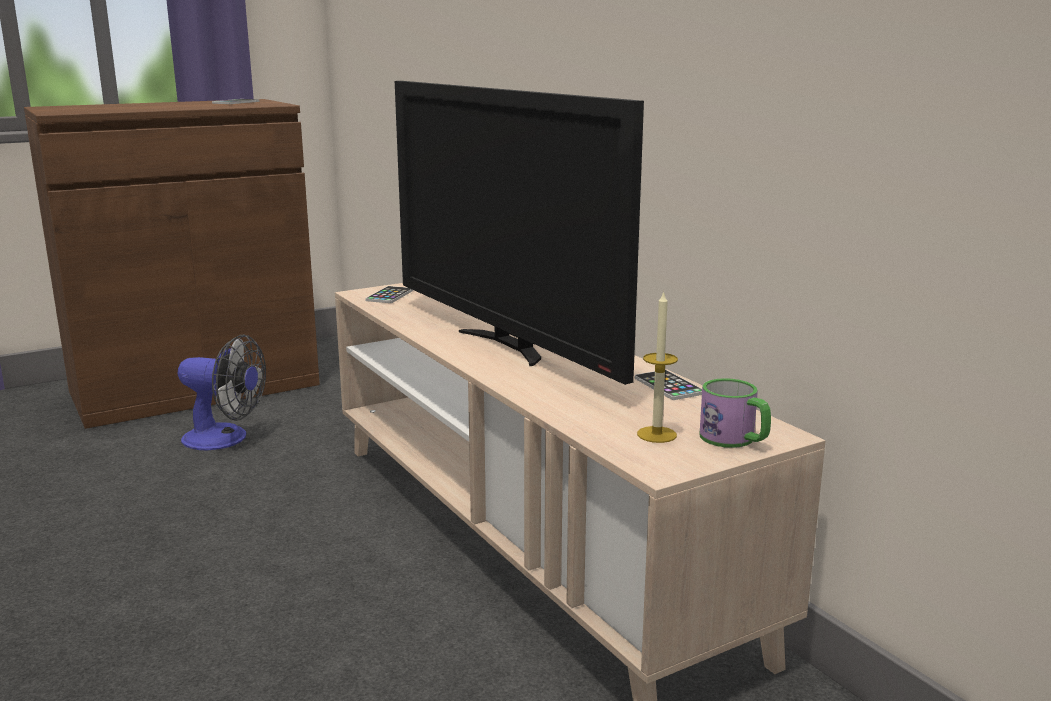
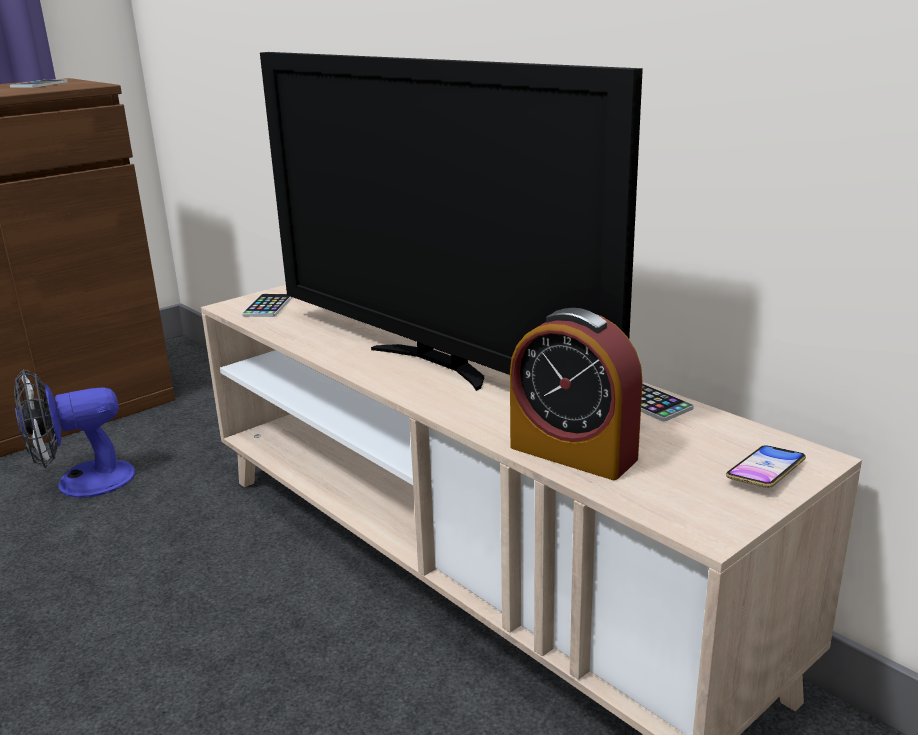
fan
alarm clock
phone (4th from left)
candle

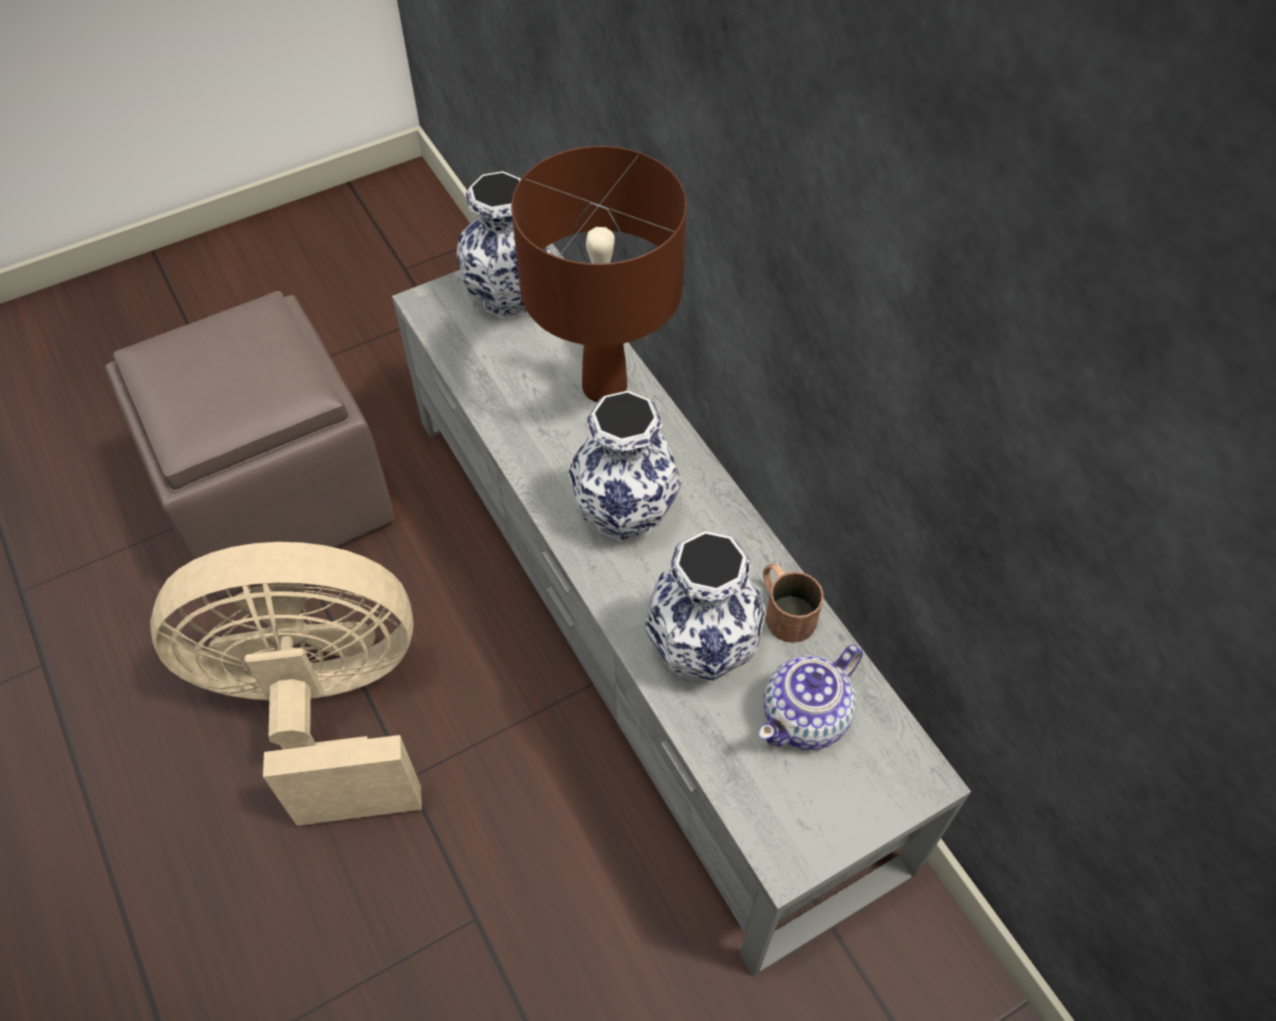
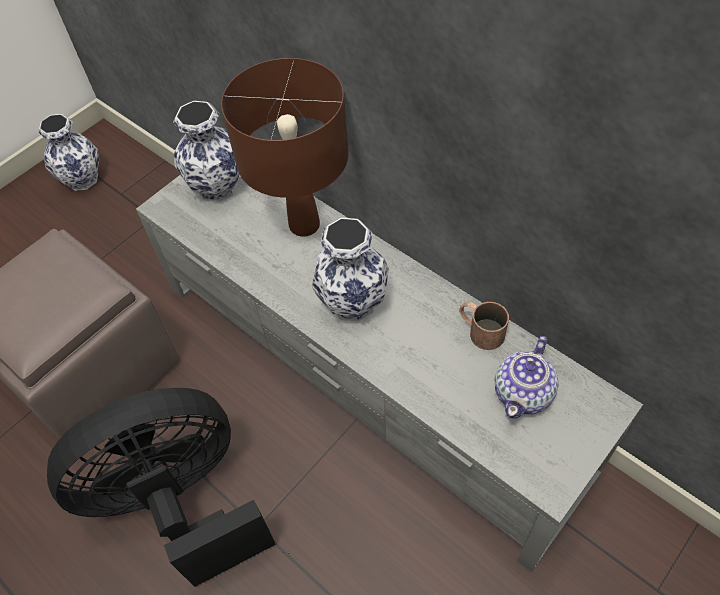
vase (1st from left)
black fan

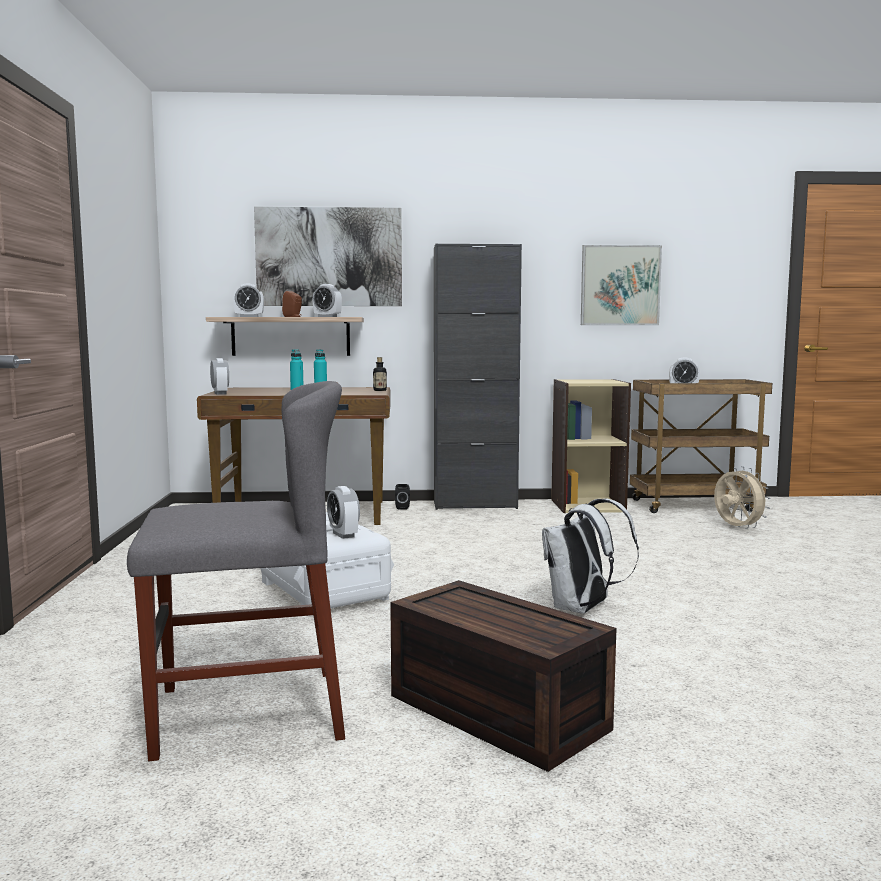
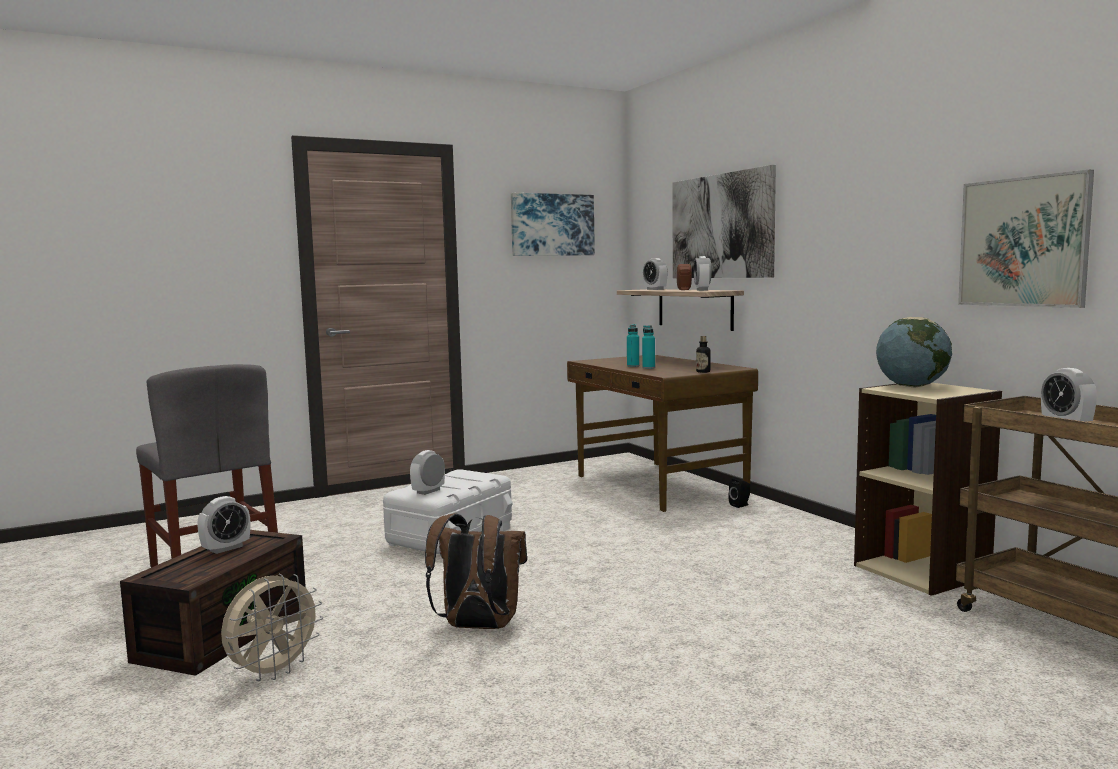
alarm clock (1st from left)
beige fan
brown backpack
picture (1st from left)
globe
black cabinet

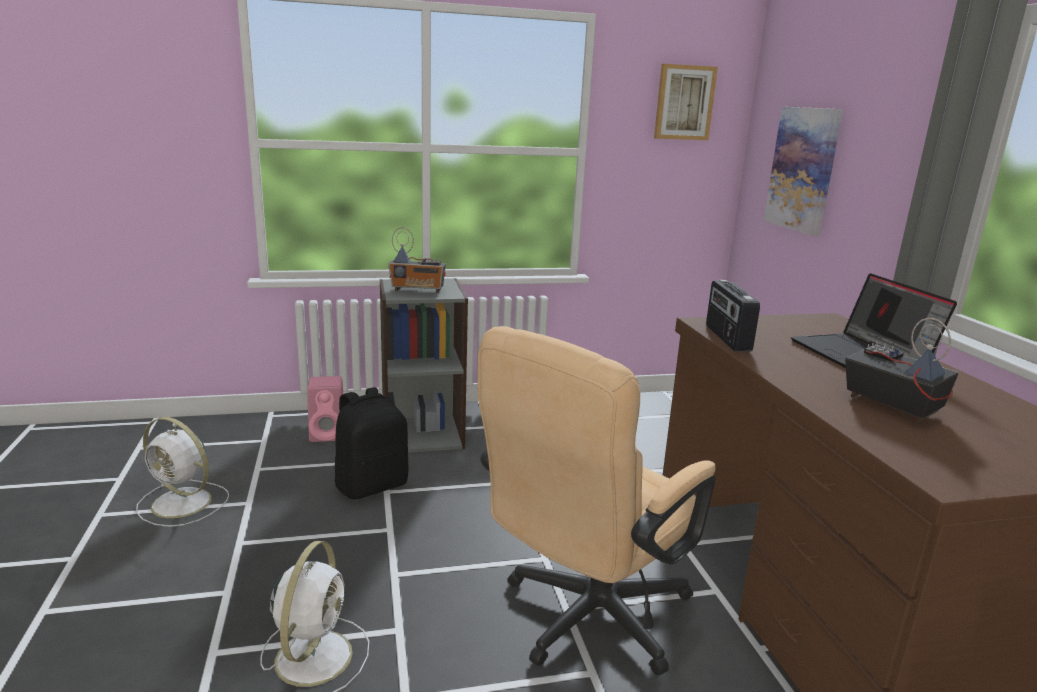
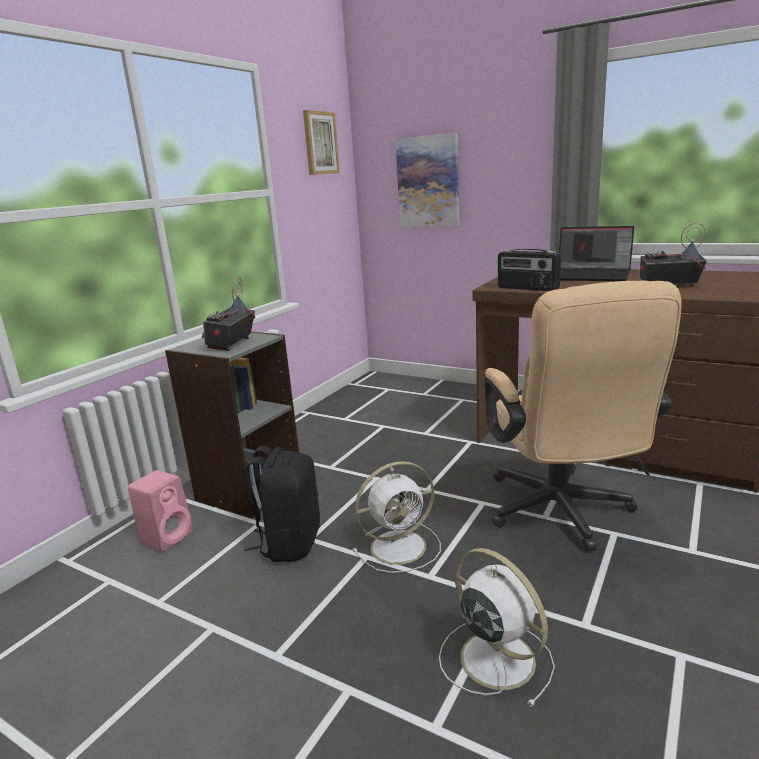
radio (1st from left)
white fan (1st from left)

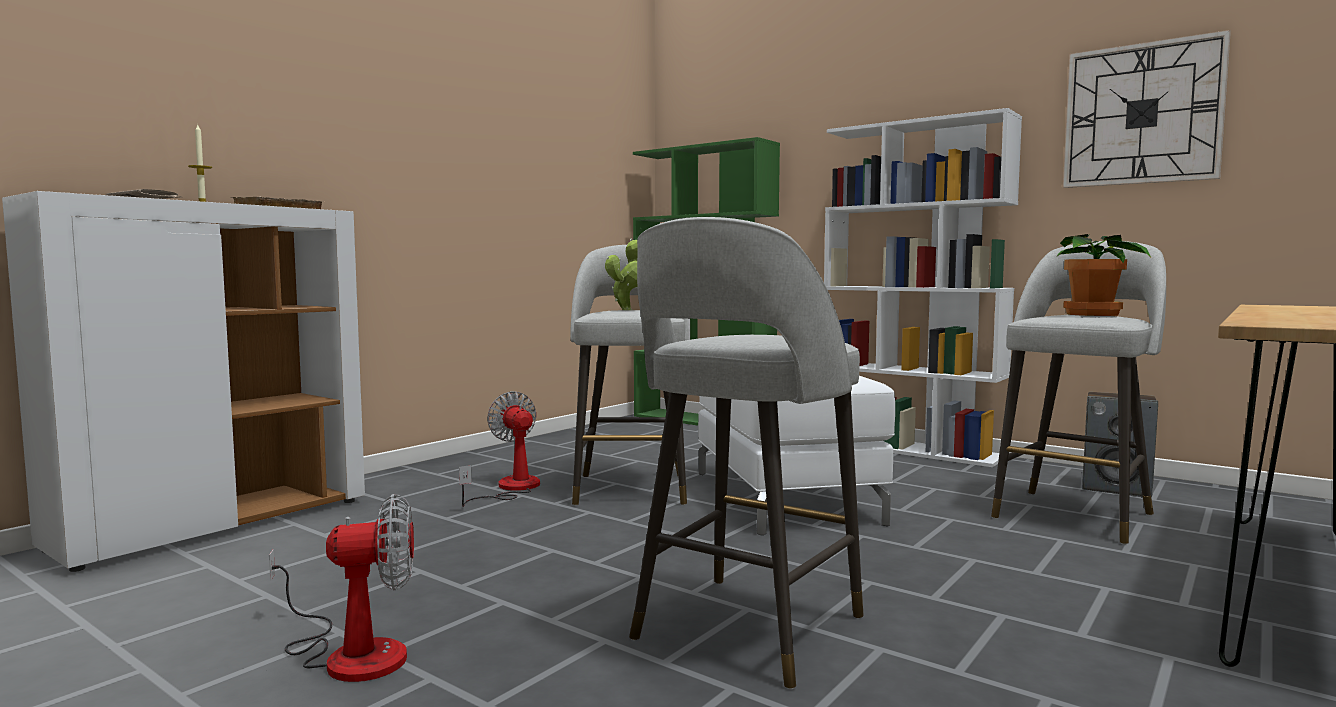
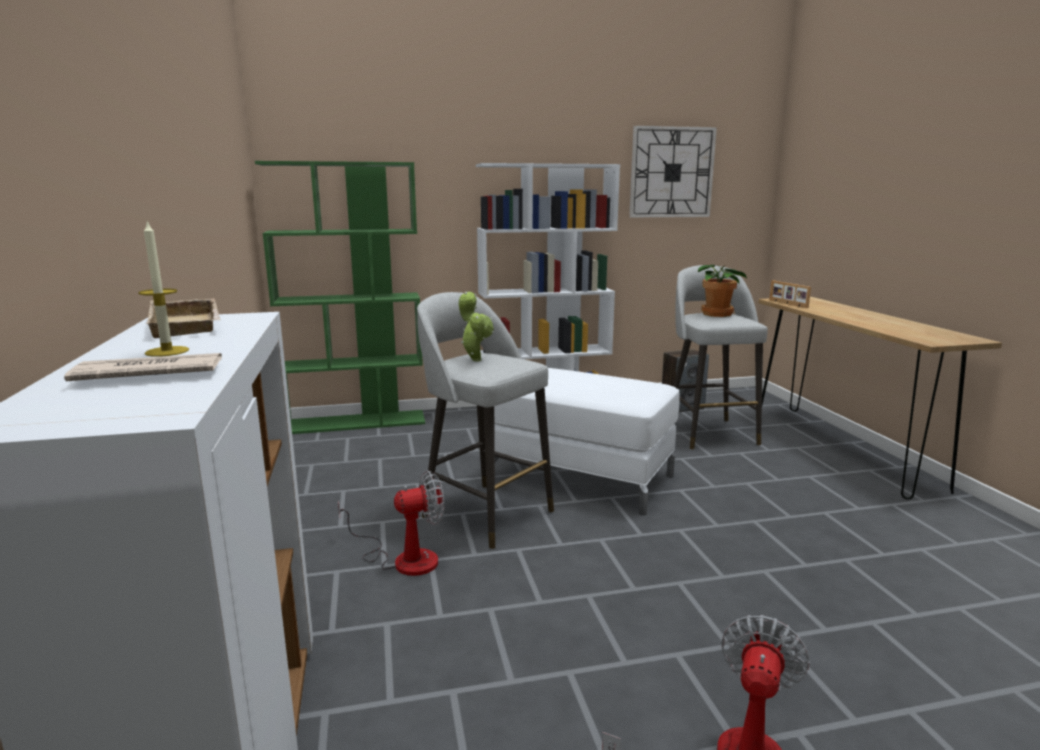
fan (1st from left)
picture frame
grey stool (2nd from left in the first image)

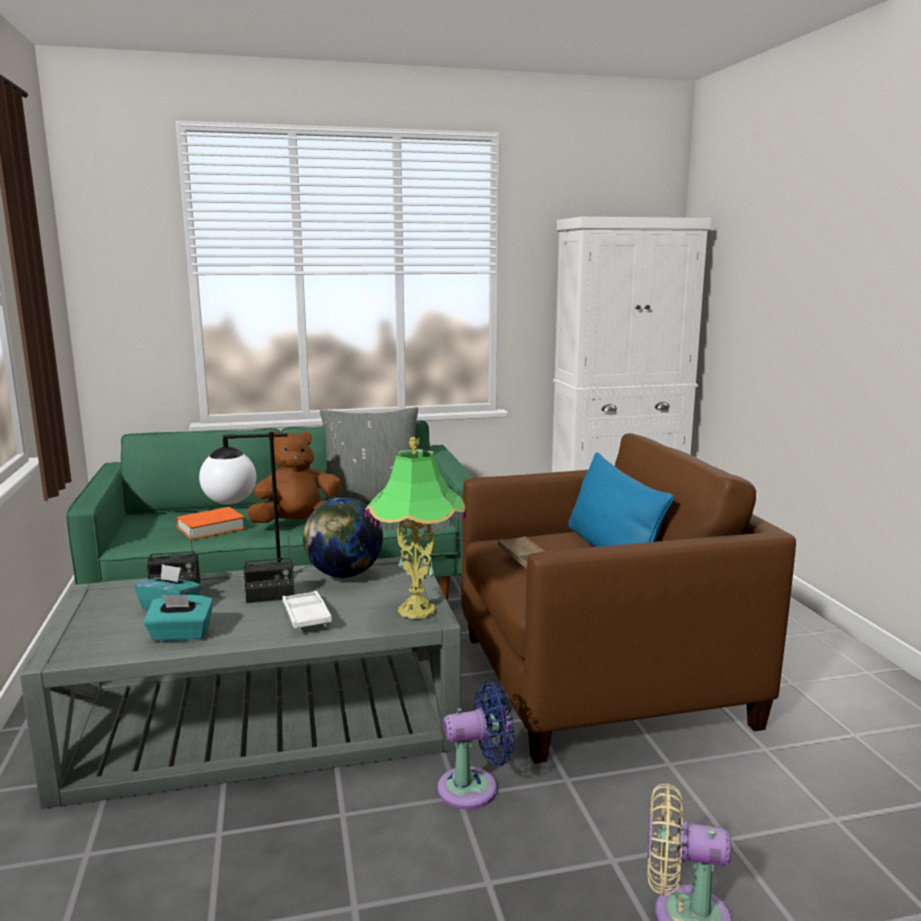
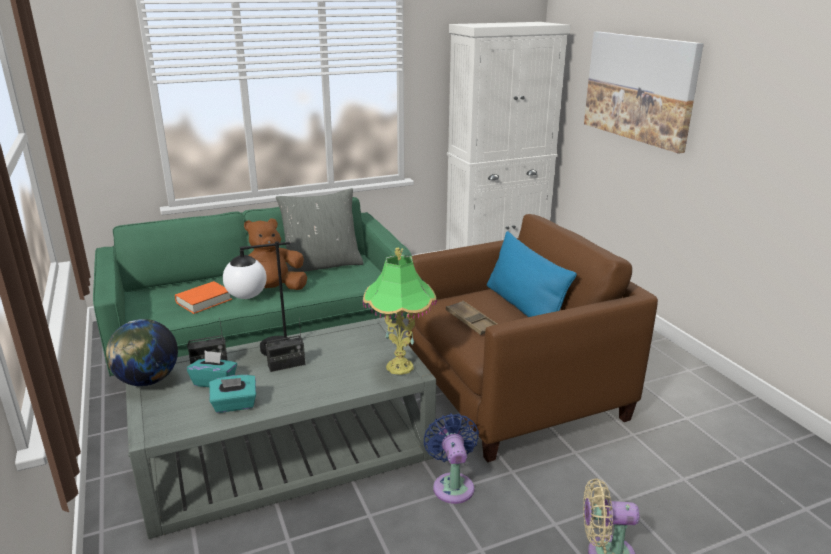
globe
blue fan
picture
white tray

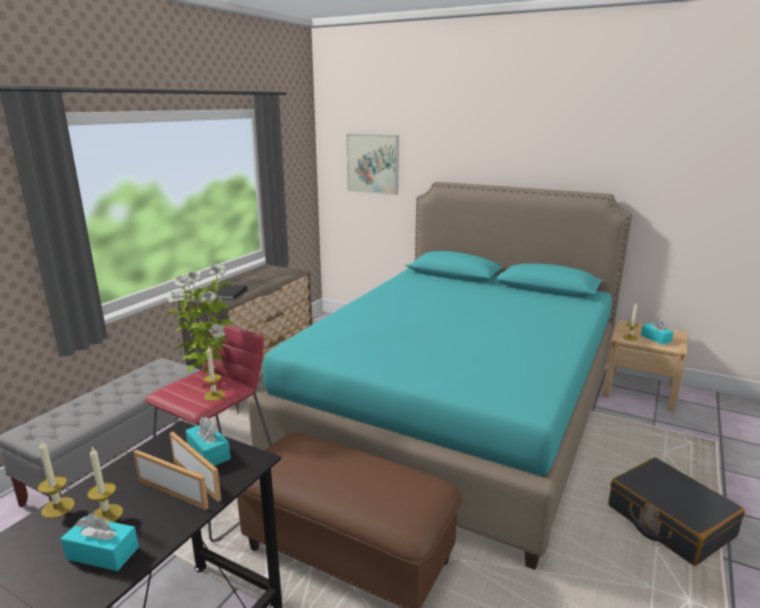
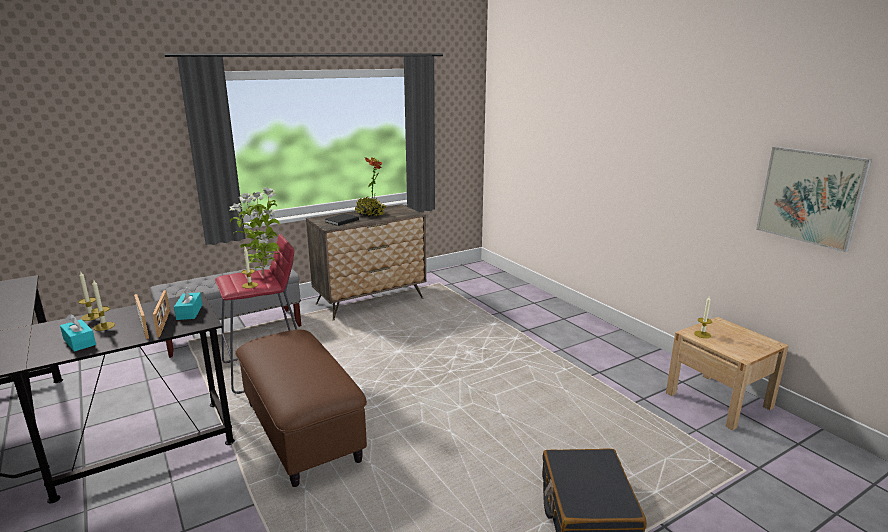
potted plant (2nd from left)
picture
turquoise bed
turquoise tissue box (3rd from left in the first image)

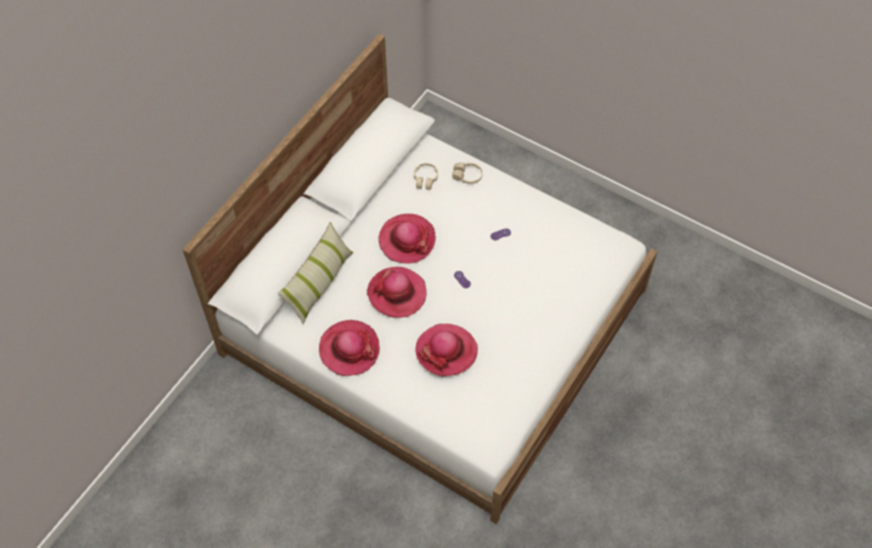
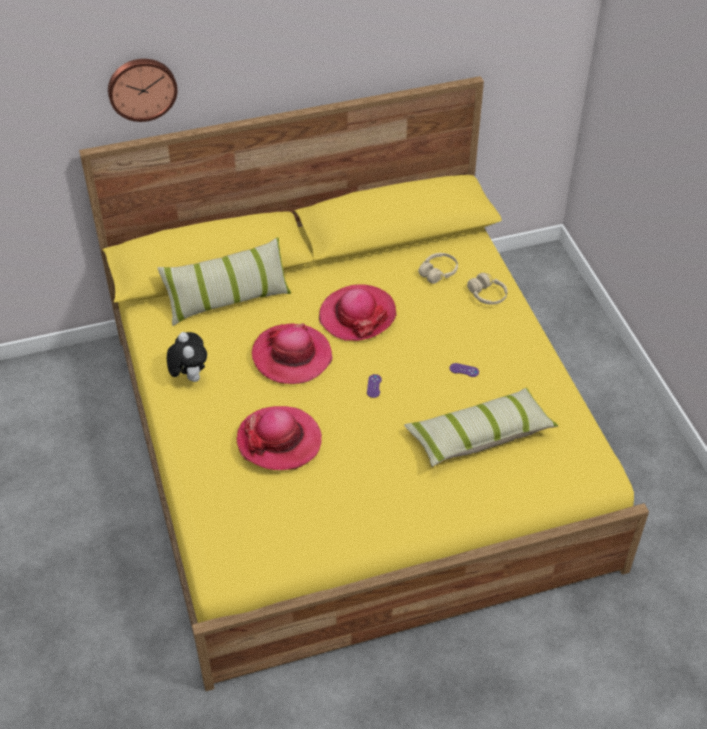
yellow bed
wall clock
plush toy
pillow (2nd from left)

